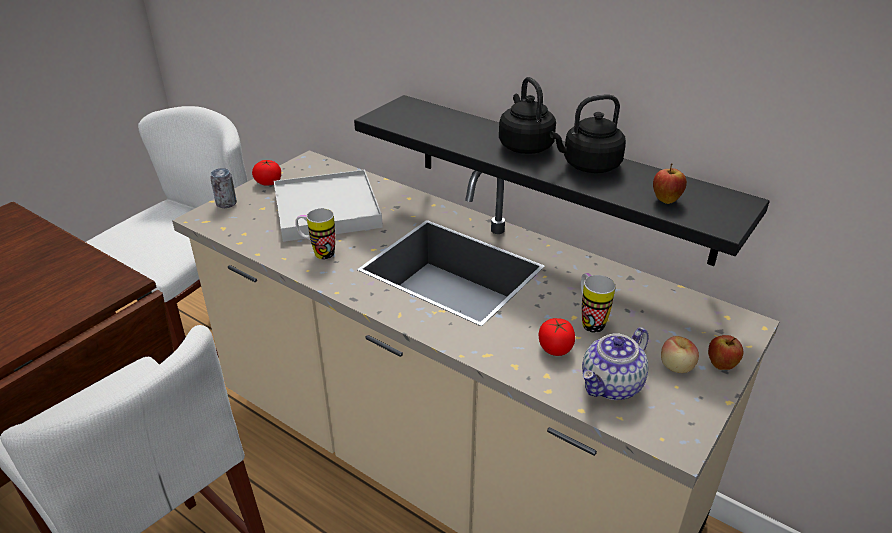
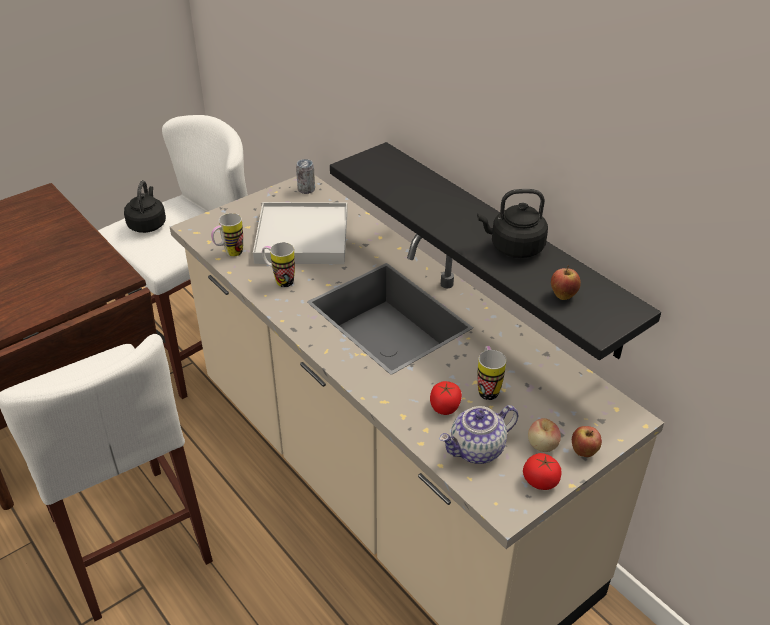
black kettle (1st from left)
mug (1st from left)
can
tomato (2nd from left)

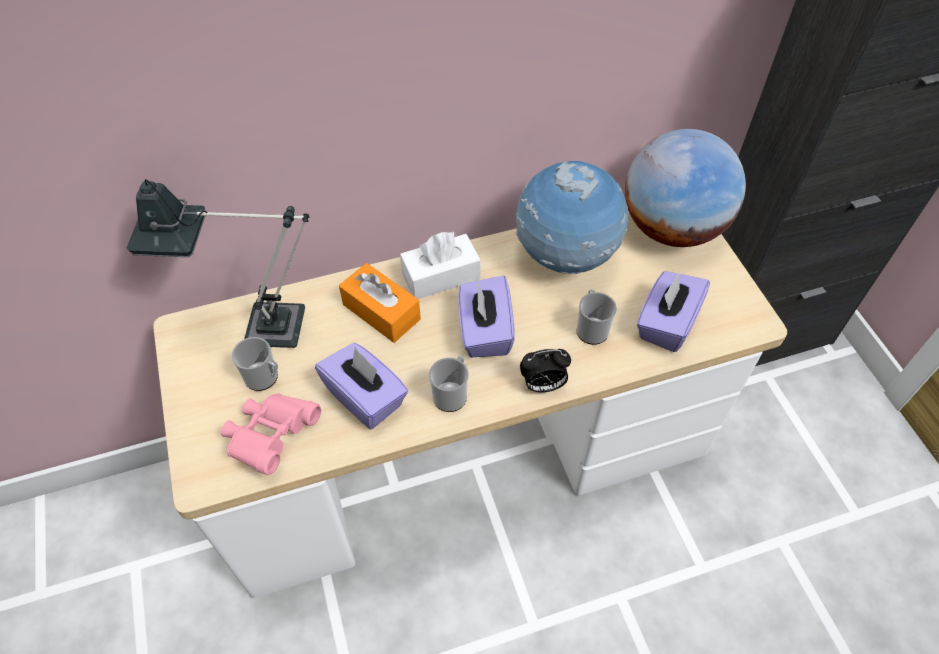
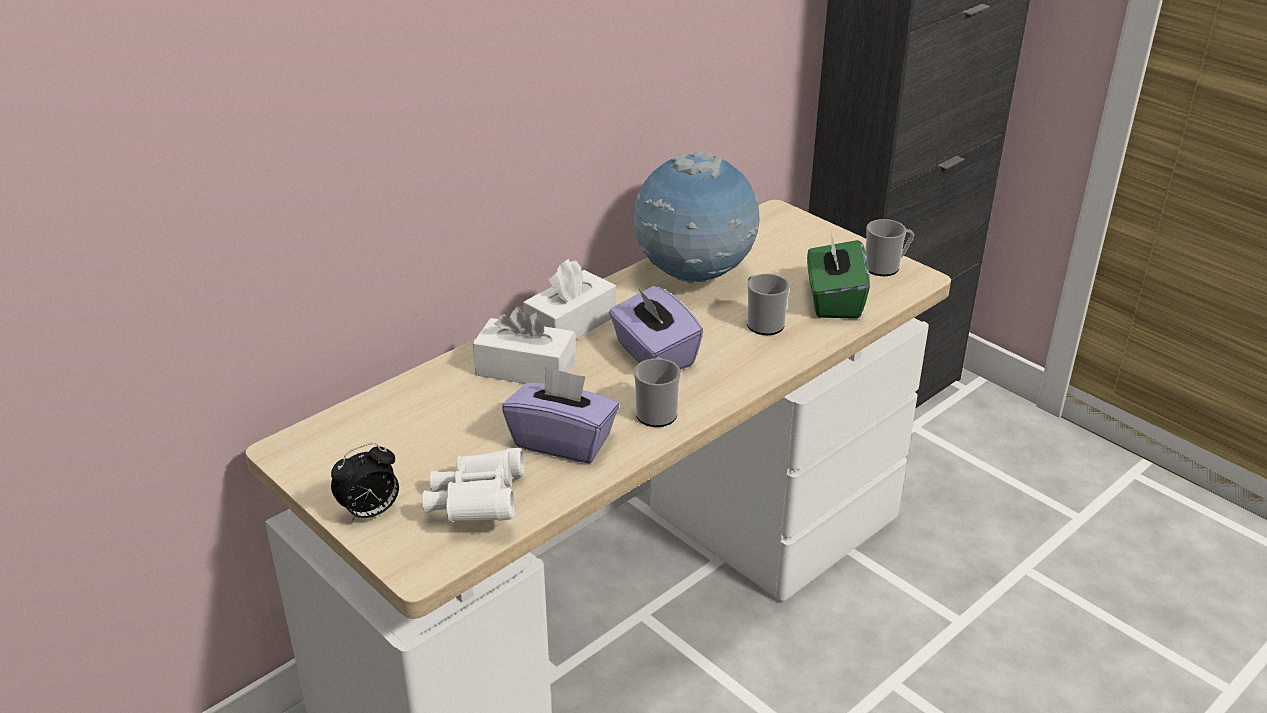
alarm clock
white binoculars
white tissue box (1st from left)
green tissue box
mug (3rd from left)
table lamp
globe (2nd from left in the first image)

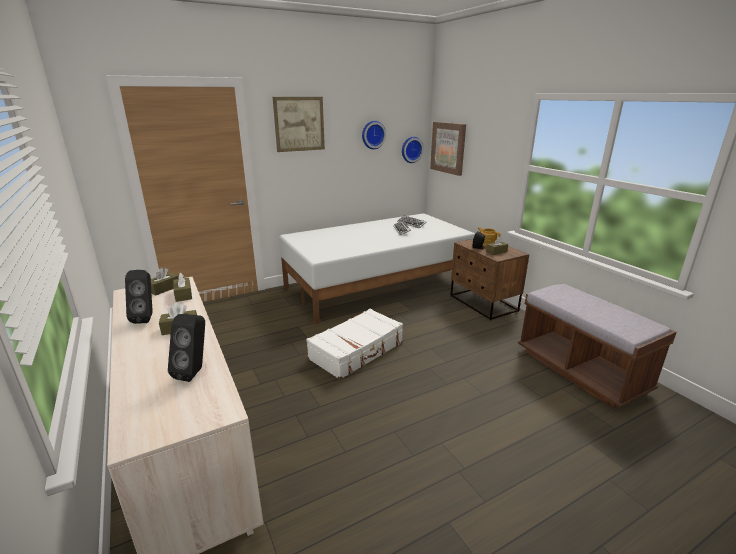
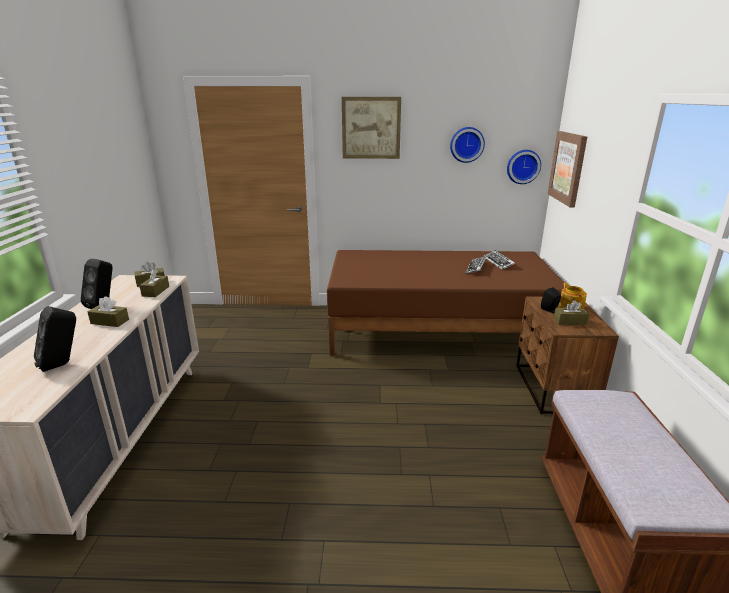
brown bed
white suitcase

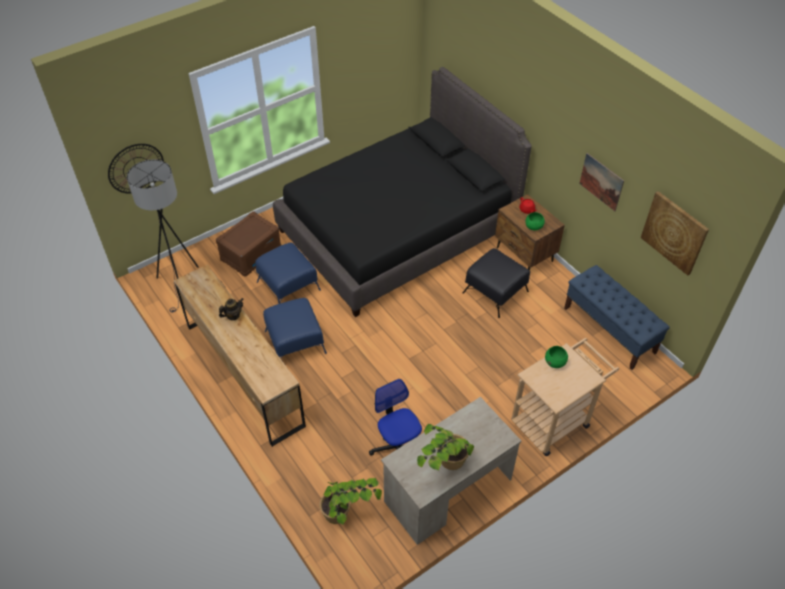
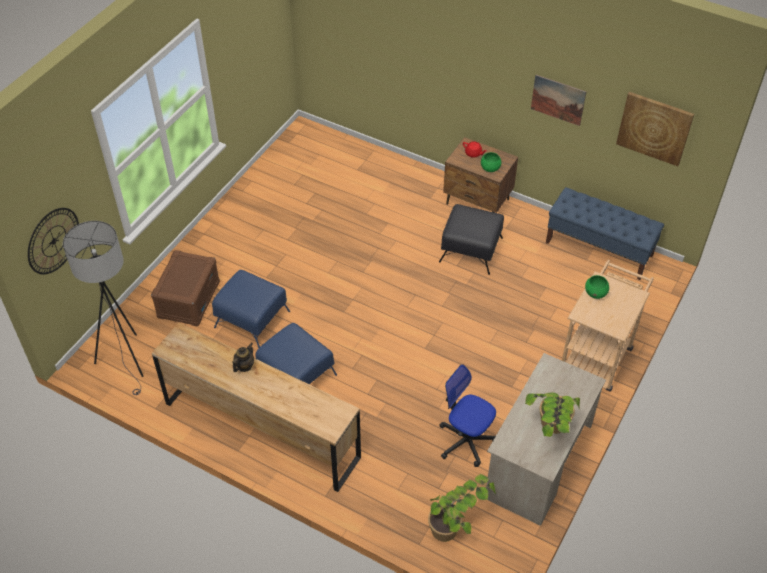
black bed

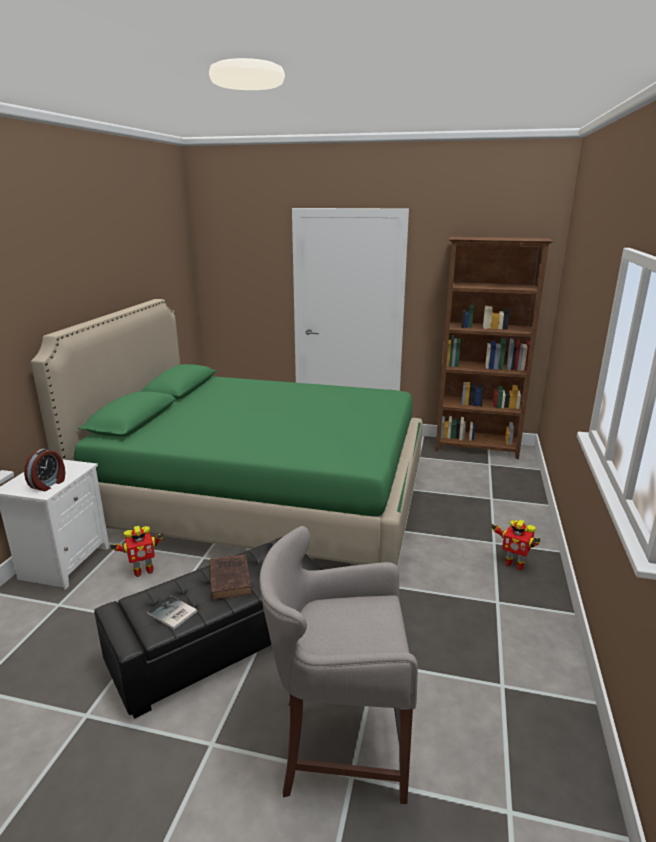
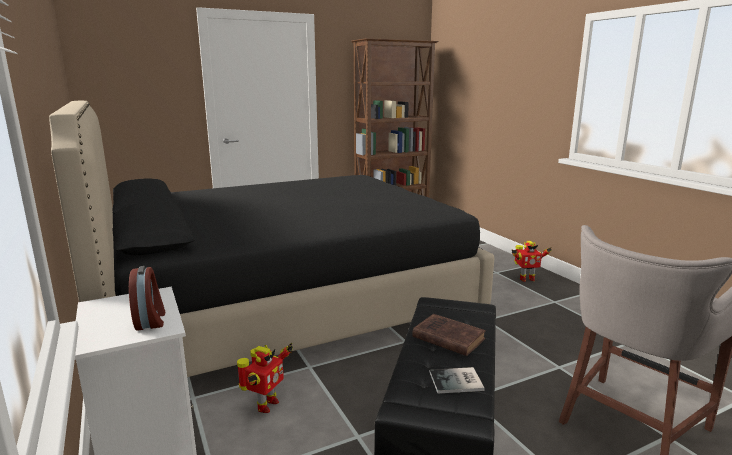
black bed

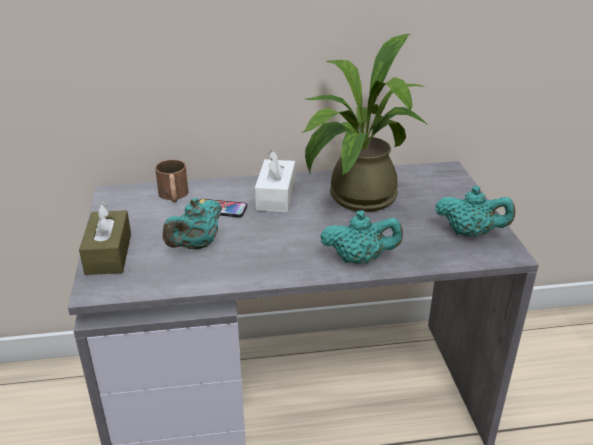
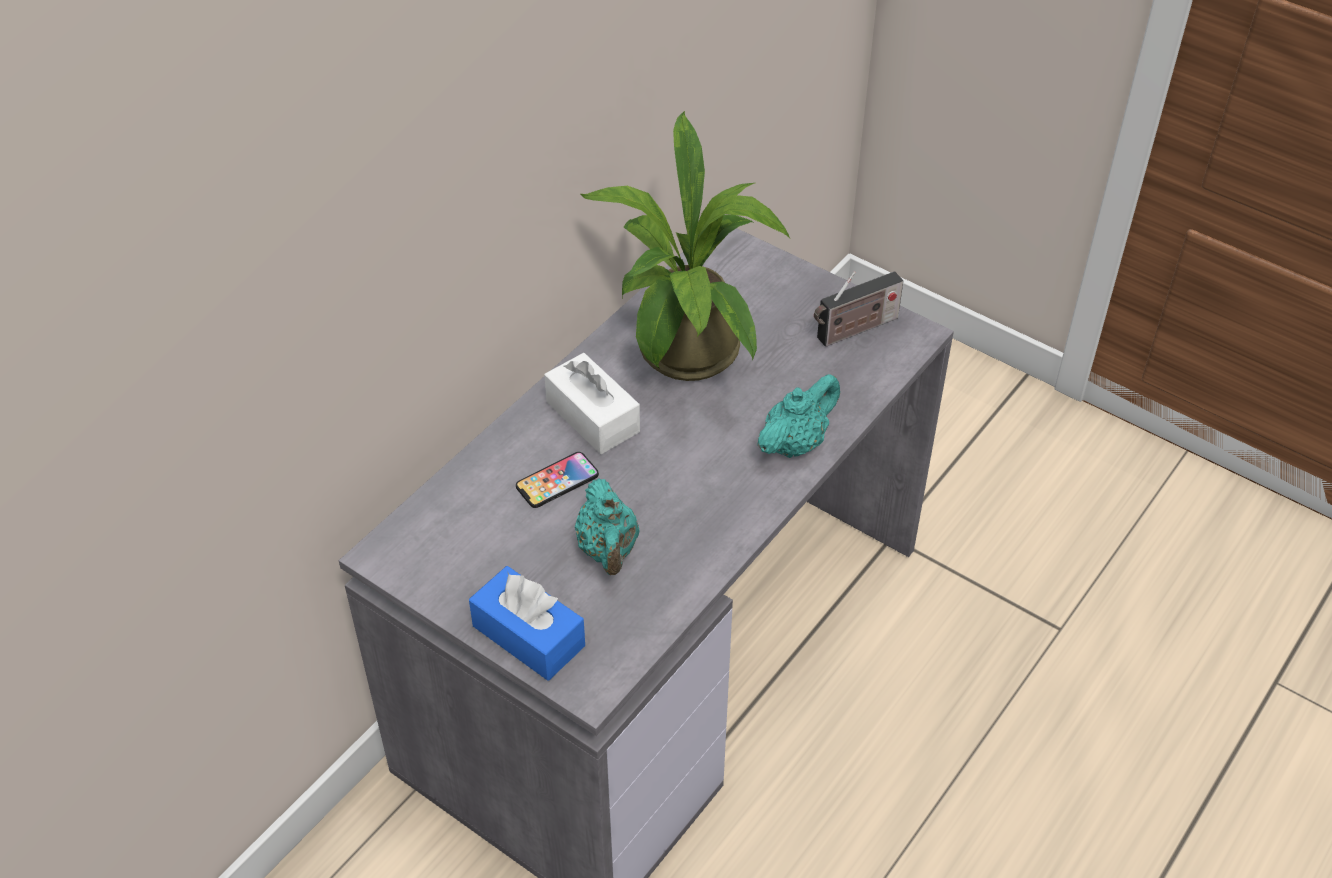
blue tissue box
radio
brown mug

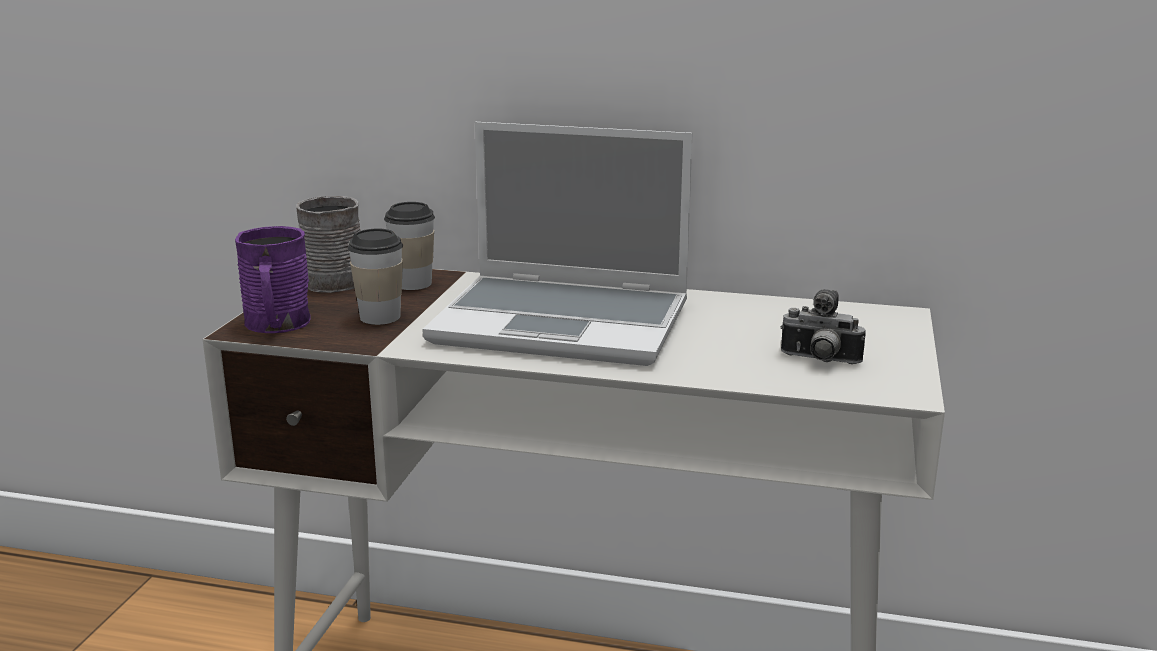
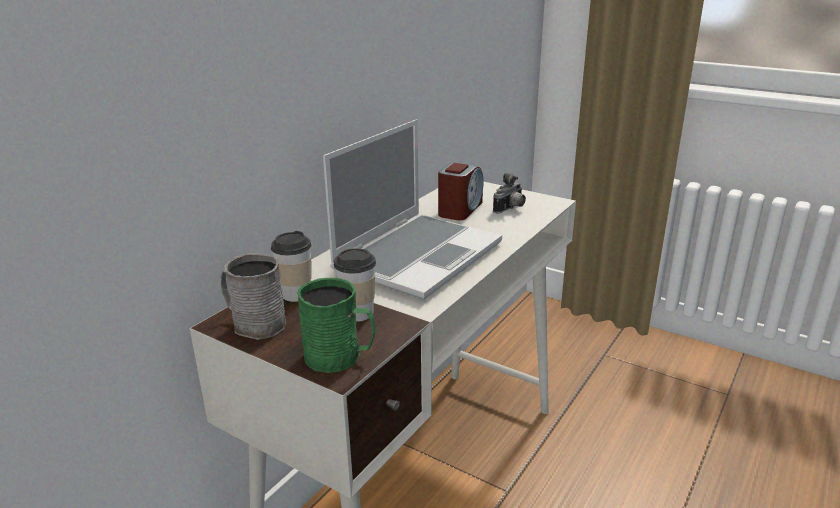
green mug
alarm clock

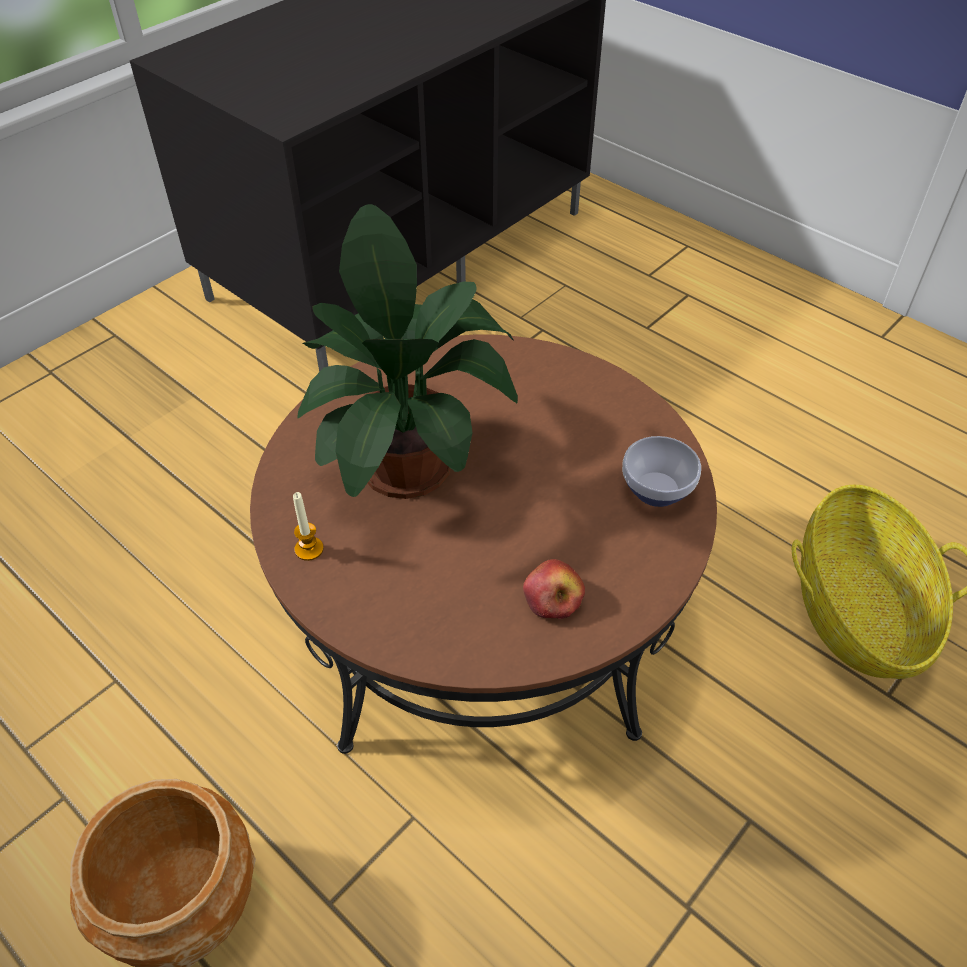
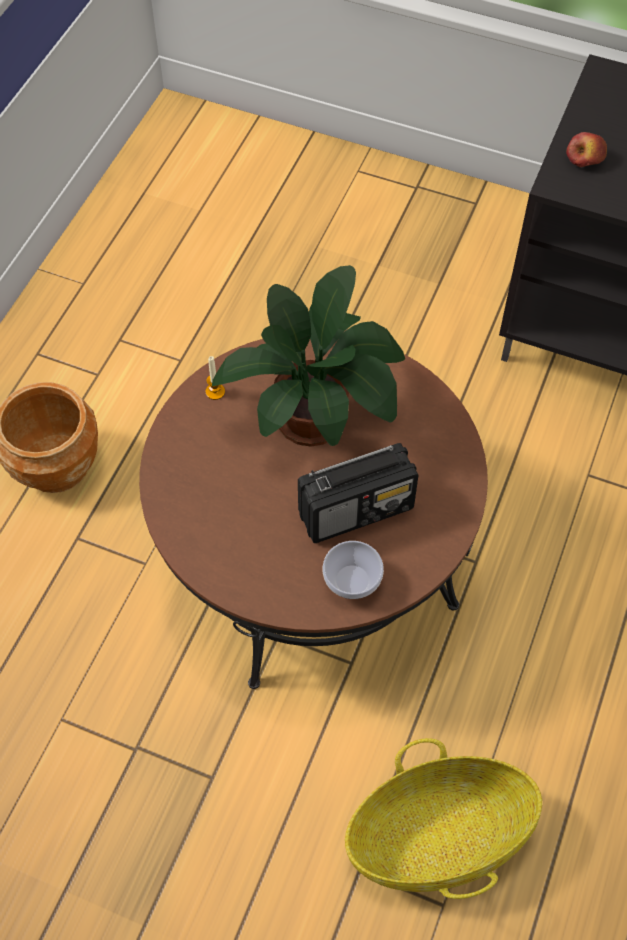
radio
apple

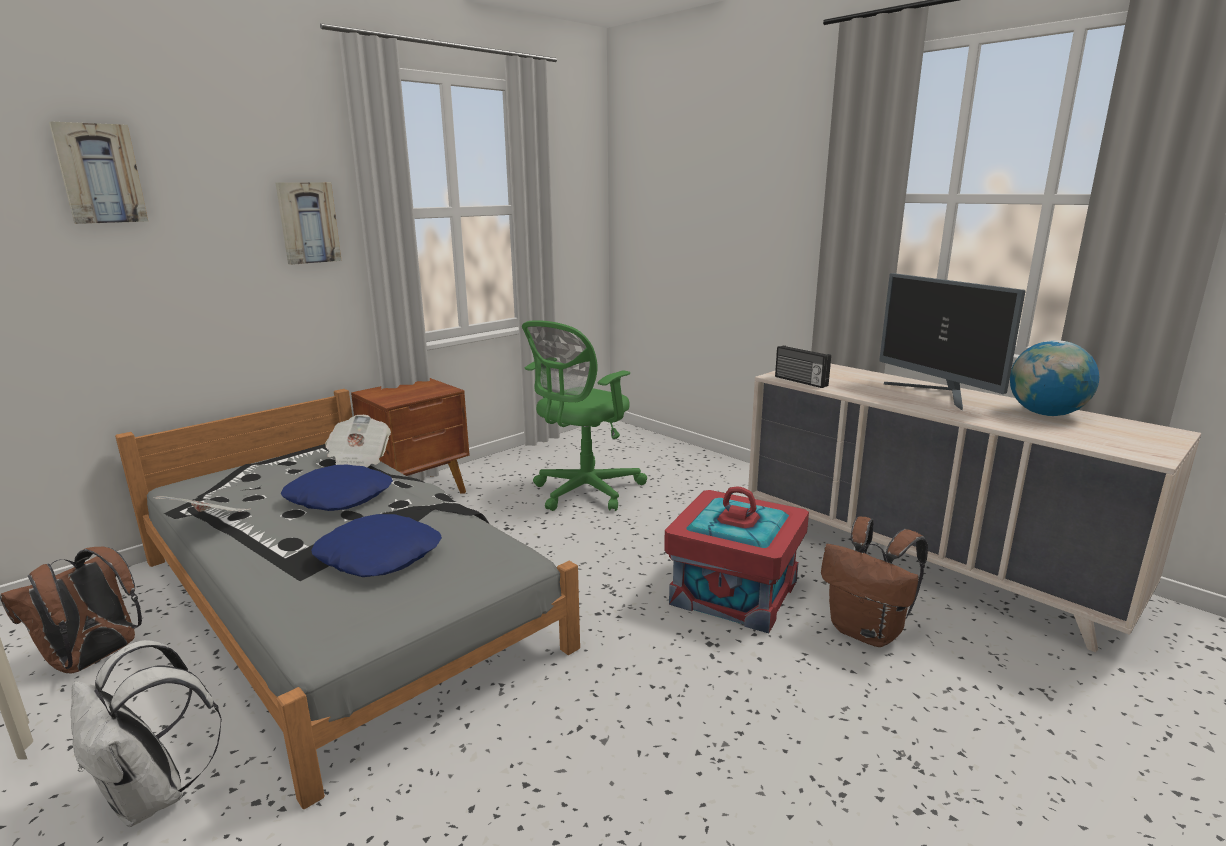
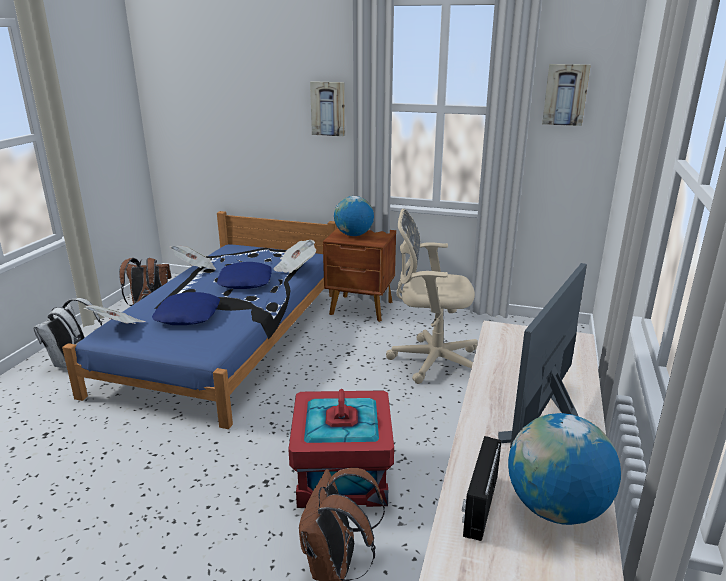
blue bed
newspaper (1st from left)
globe (1st from left)
beige office chair
radio
picture (2nd from left)

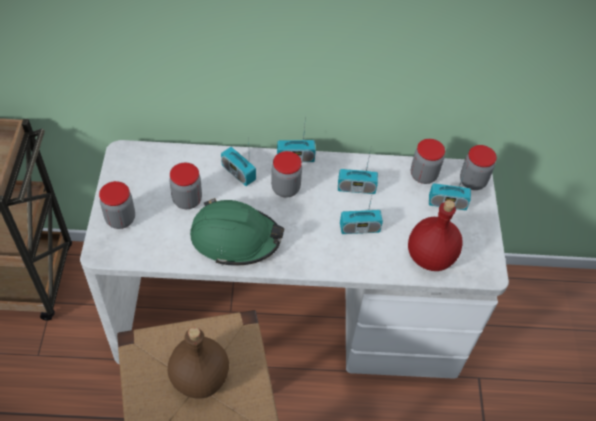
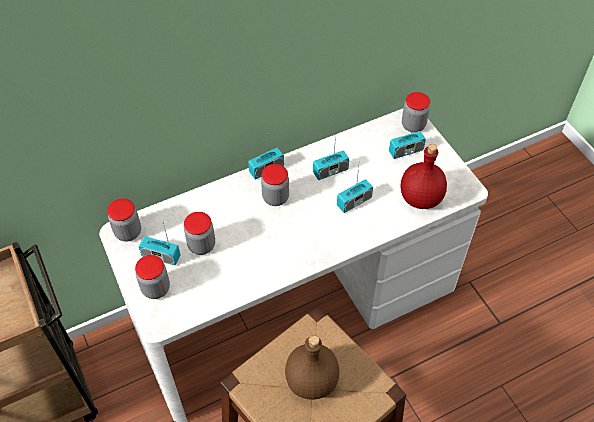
jar (1st from left)
radio (1st from left)
green hard hat

